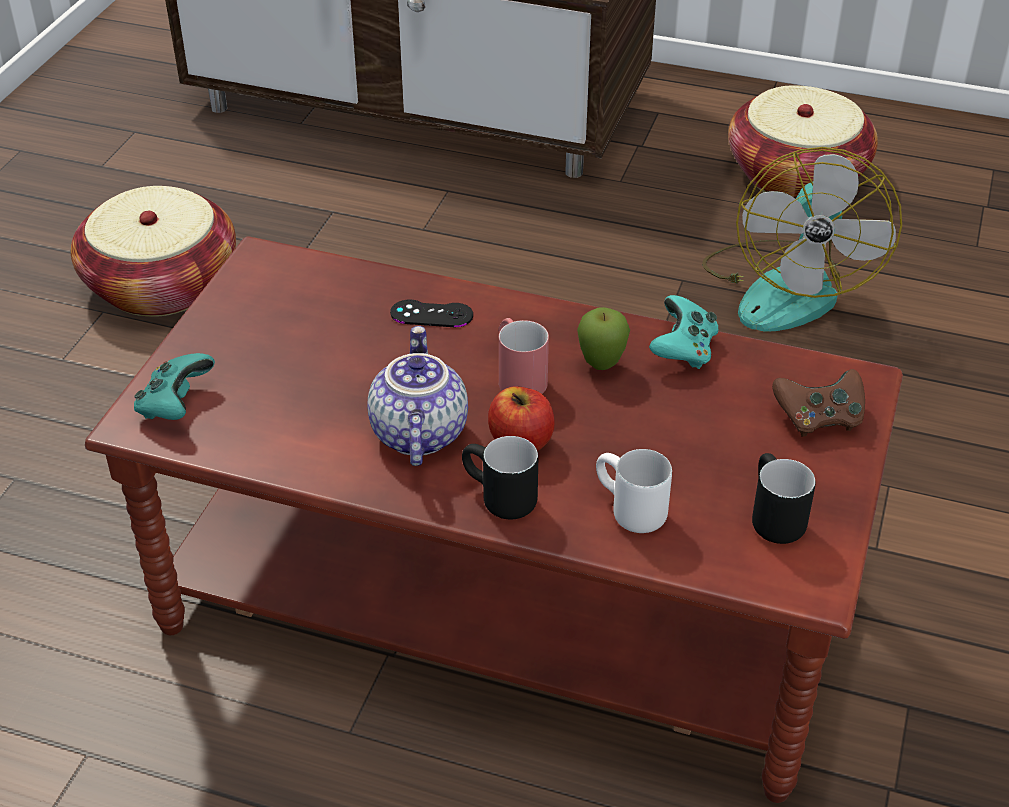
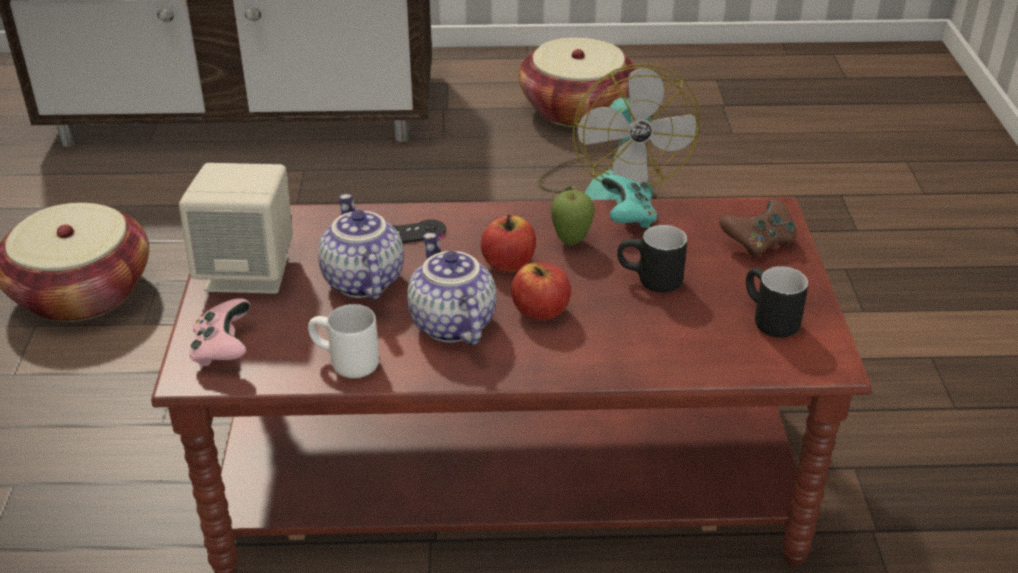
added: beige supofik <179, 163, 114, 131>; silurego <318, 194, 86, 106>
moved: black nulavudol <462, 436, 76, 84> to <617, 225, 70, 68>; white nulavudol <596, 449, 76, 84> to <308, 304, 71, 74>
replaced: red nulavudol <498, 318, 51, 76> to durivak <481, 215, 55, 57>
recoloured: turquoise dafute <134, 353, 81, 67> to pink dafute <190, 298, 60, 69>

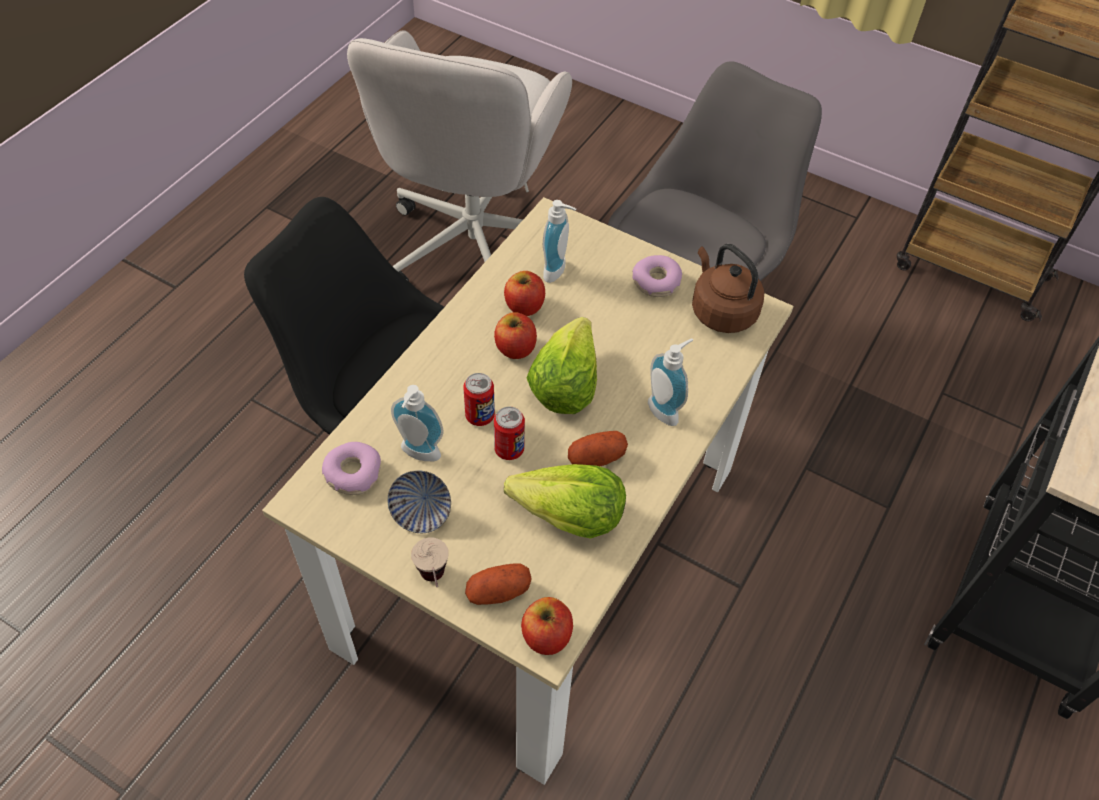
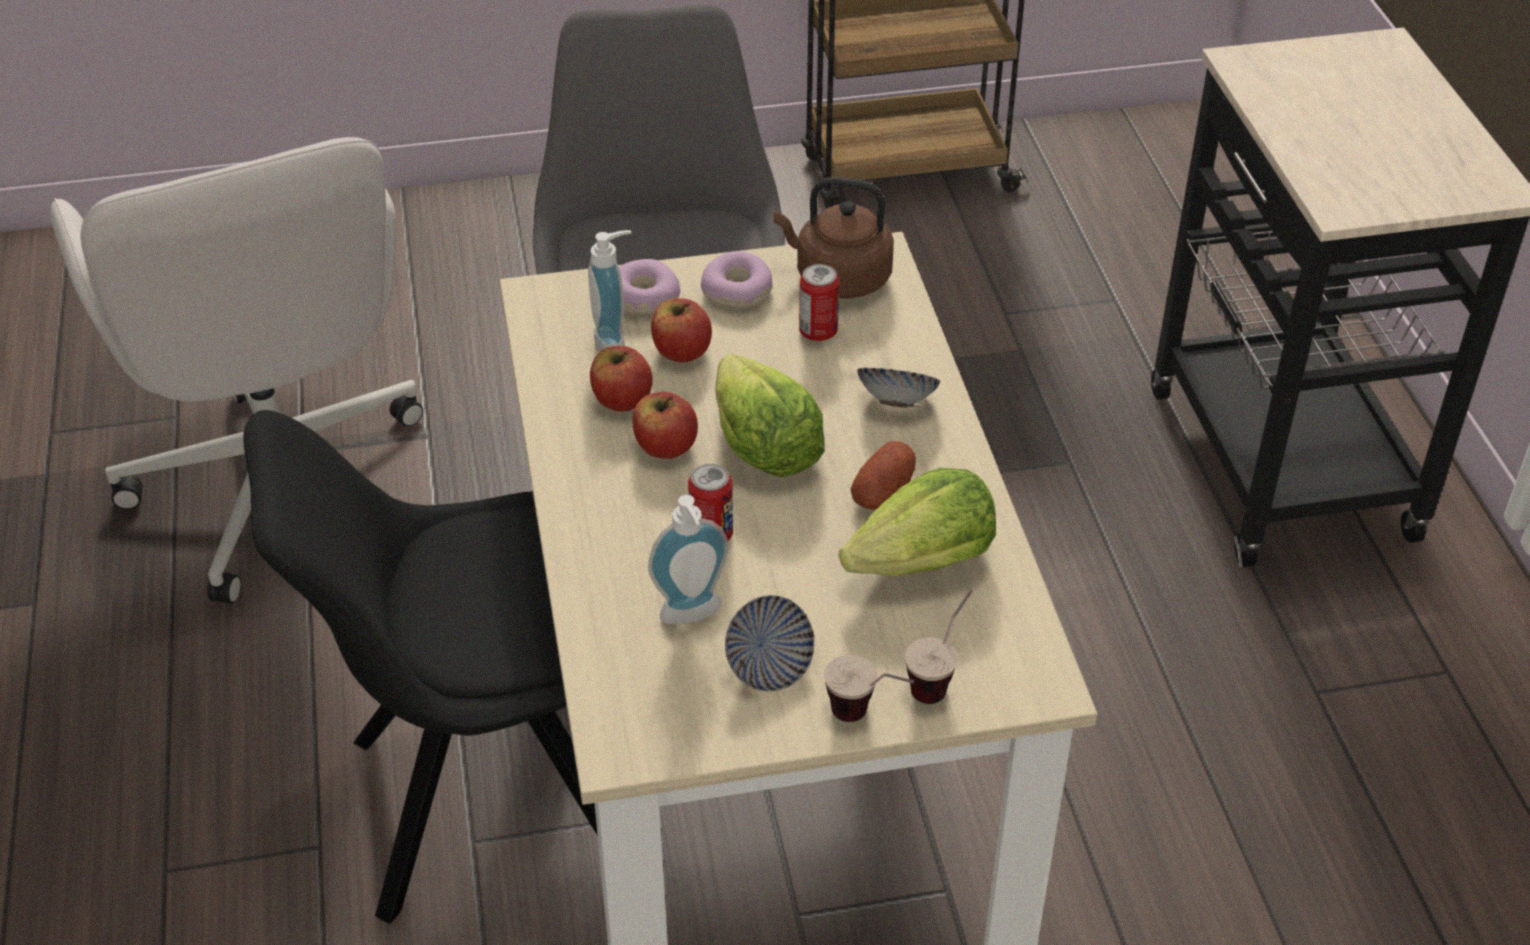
moved: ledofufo <322, 442, 59, 53> to <619, 259, 61, 56>; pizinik <494, 407, 31, 53> to <799, 264, 40, 77>; durivak <521, 597, 52, 58> to <651, 298, 61, 64>
replaced: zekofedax <465, 563, 67, 42> to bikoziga <905, 590, 67, 114>; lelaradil <648, 338, 45, 88> to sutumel <857, 368, 83, 40>

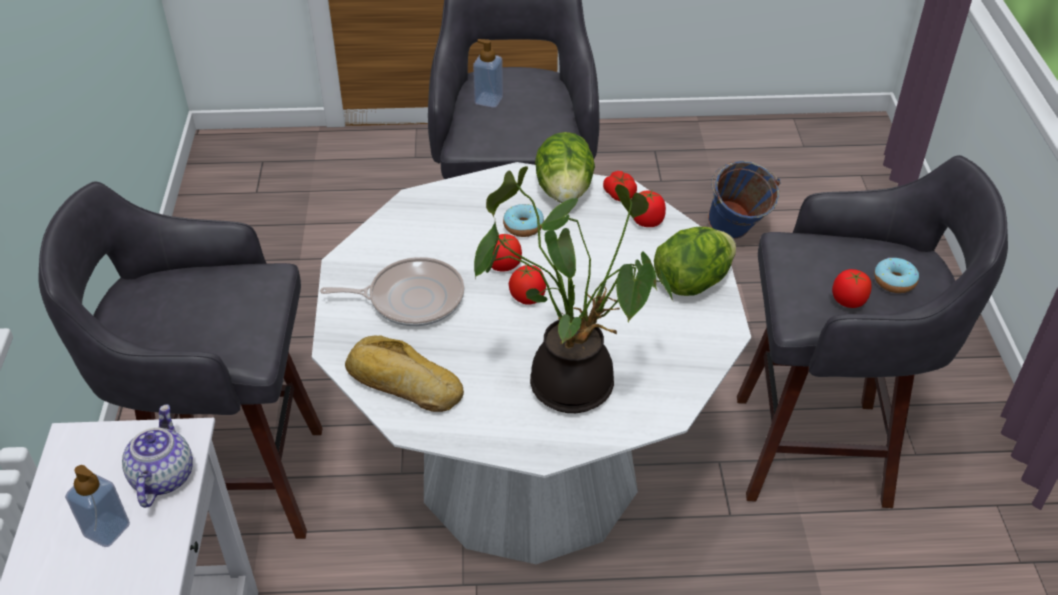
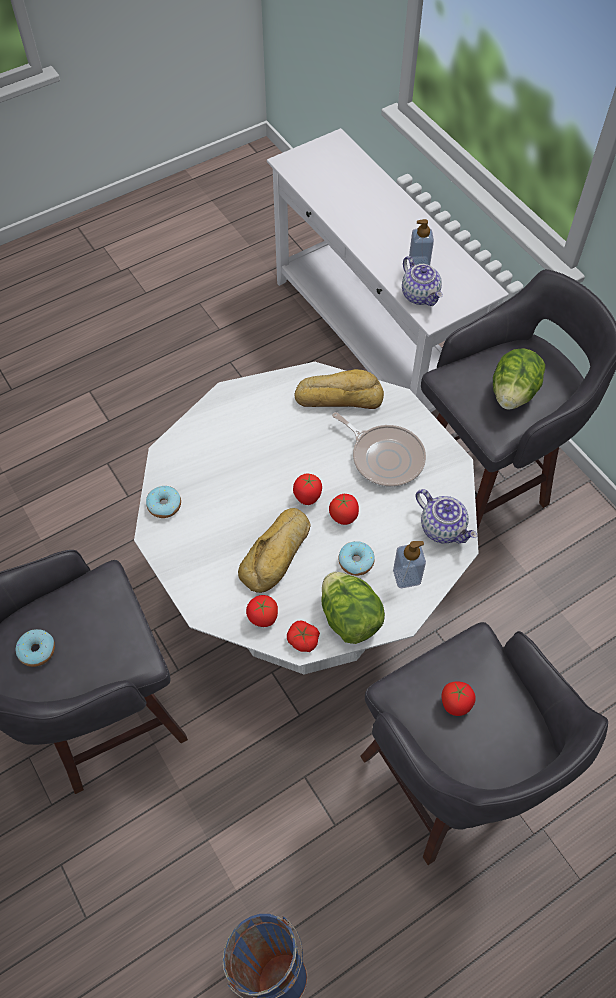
removed: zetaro <474, 166, 199, 247>
added: ledofufo <146, 486, 35, 32>; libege <238, 508, 73, 85>; silurego <415, 489, 62, 55>
moved: lelaradil <473, 39, 30, 69> to <393, 541, 33, 47>; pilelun <654, 227, 82, 69> to <493, 348, 52, 61>; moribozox <832, 269, 40, 39> to <442, 681, 34, 35>
turned: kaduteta <320, 257, 144, 69> = <332, 412, 94, 75> 105 degrees counterclockwise

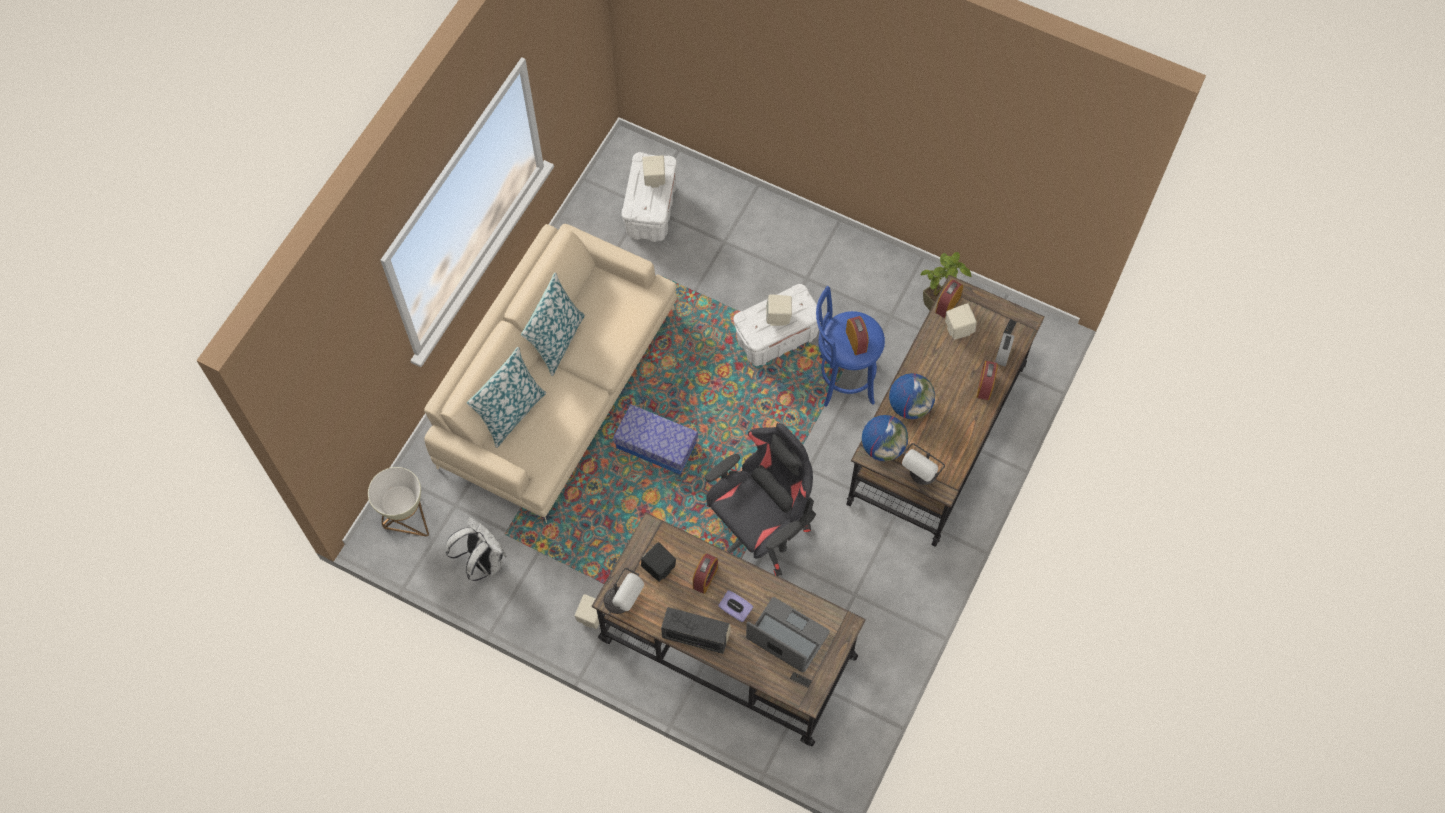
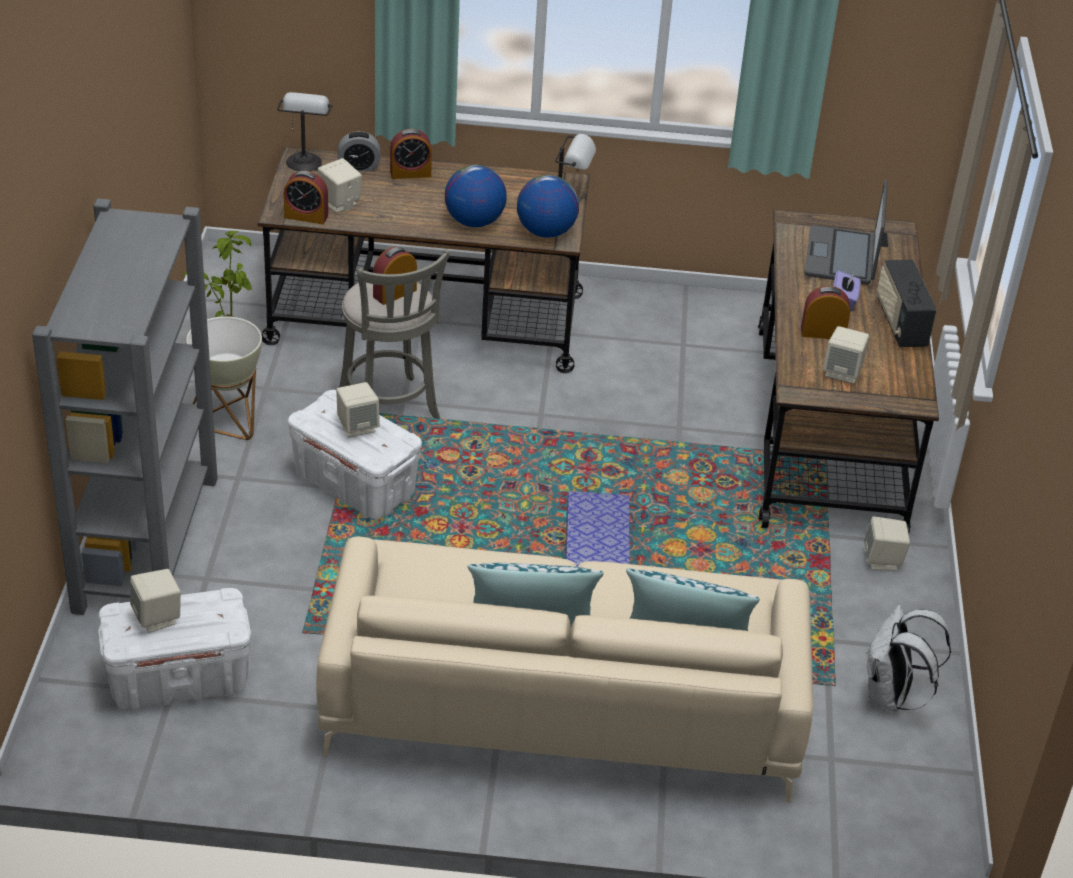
removed: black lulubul <705, 423, 111, 153>
added: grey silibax <32, 199, 186, 416>
moved: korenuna <368, 467, 61, 69> to <186, 316, 76, 124>; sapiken <604, 568, 40, 46> to <277, 92, 55, 79>
recoloured: black supofik <641, 542, 35, 40> to beige supofik <823, 326, 46, 58>; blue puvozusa <816, 286, 69, 121> to grey puvozusa <339, 249, 111, 170>

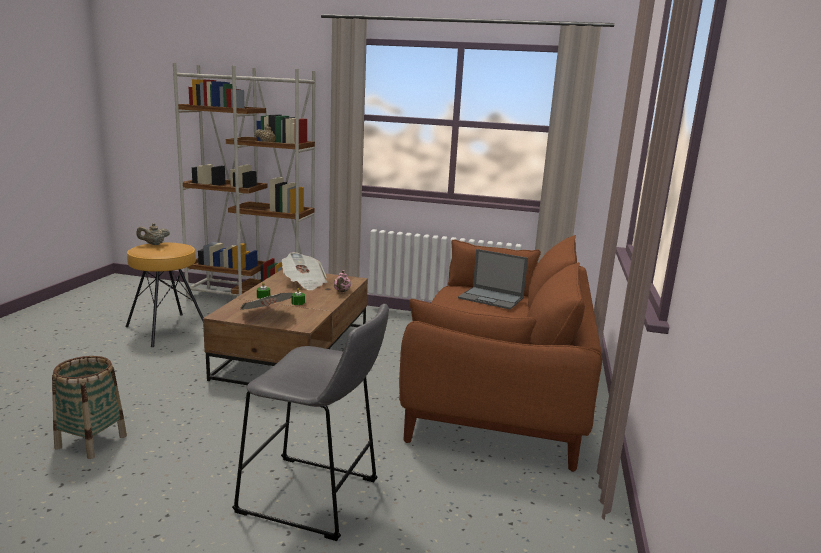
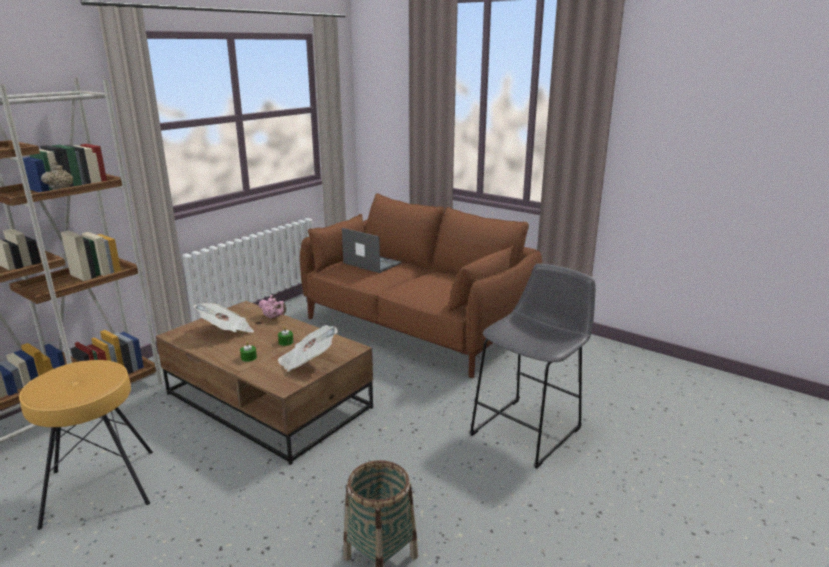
removed: beige silurego <137, 223, 33, 22>
turned: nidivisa <458, 249, 70, 60> = <342, 228, 60, 45> 105 degrees counterclockwise

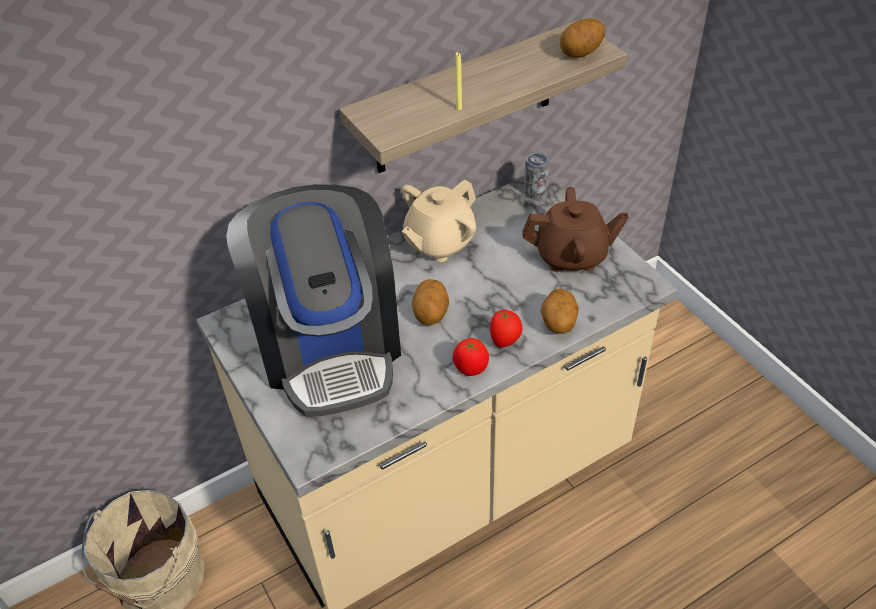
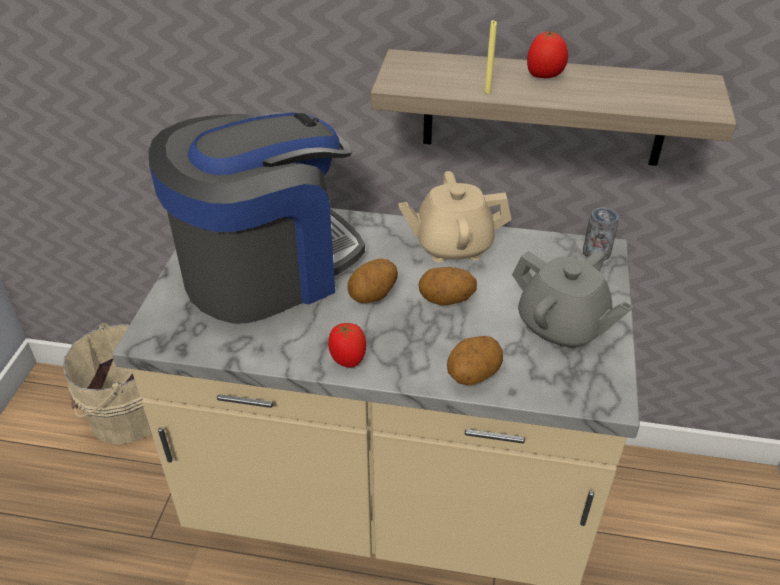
moved: moribozox <490, 310, 32, 37> to <527, 31, 41, 47>; zekofedax <560, 18, 46, 40> to <419, 267, 58, 38>
recoloured: brown silurego <522, 187, 107, 85> to grey silurego <512, 251, 121, 101>
turned: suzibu <226, 184, 175, 233> = <149, 112, 216, 212> 150 degrees counterclockwise

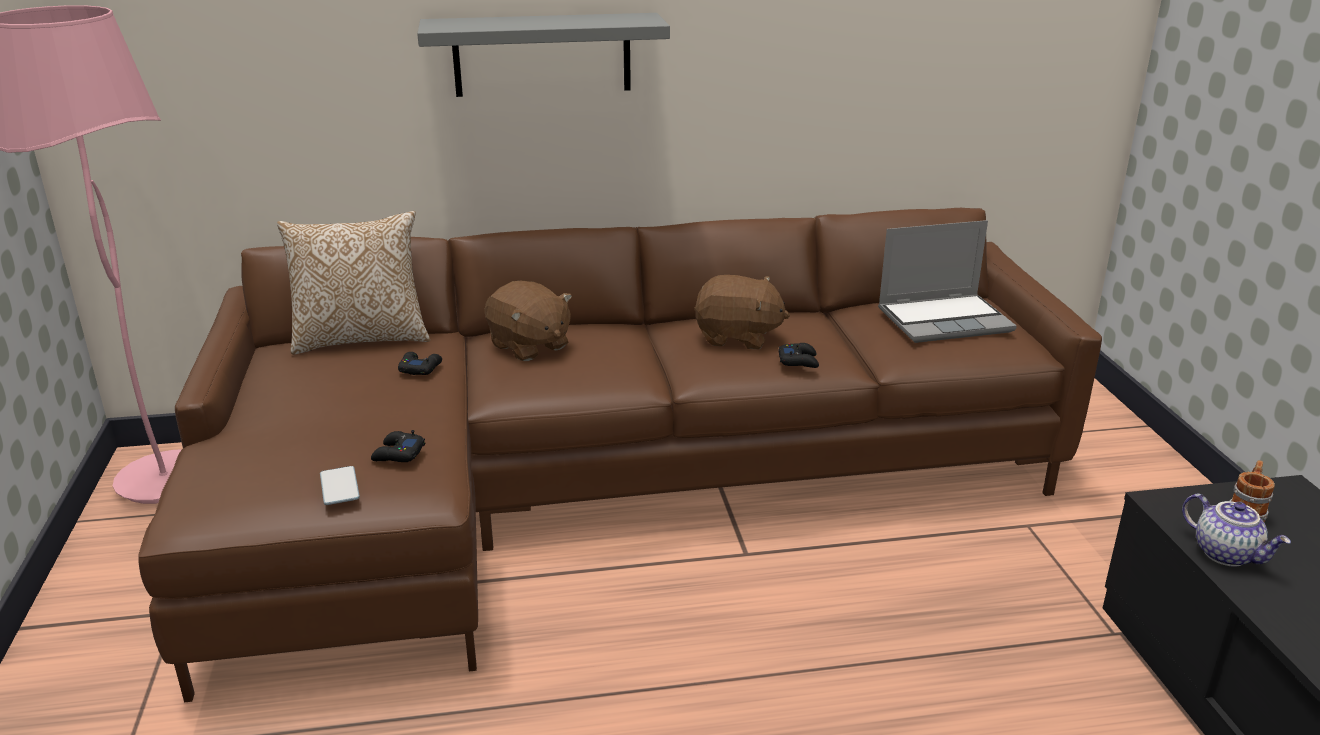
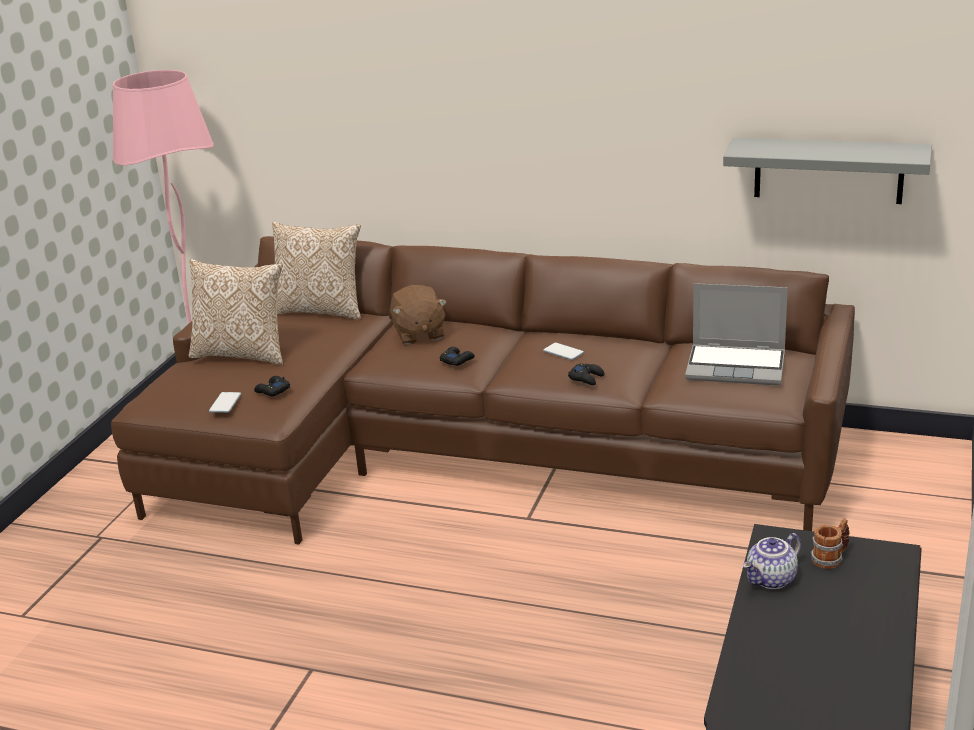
added: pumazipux <189, 259, 94, 106>
moved: black dafute <398, 352, 44, 23> to <440, 347, 35, 19>; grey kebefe <417, 13, 253, 84> to <723, 137, 209, 67>
replaced: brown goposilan <694, 275, 96, 74> to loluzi <543, 342, 41, 18>
turned: silurego <1182, 494, 109, 73> = <743, 533, 58, 56> 60 degrees clockwise

